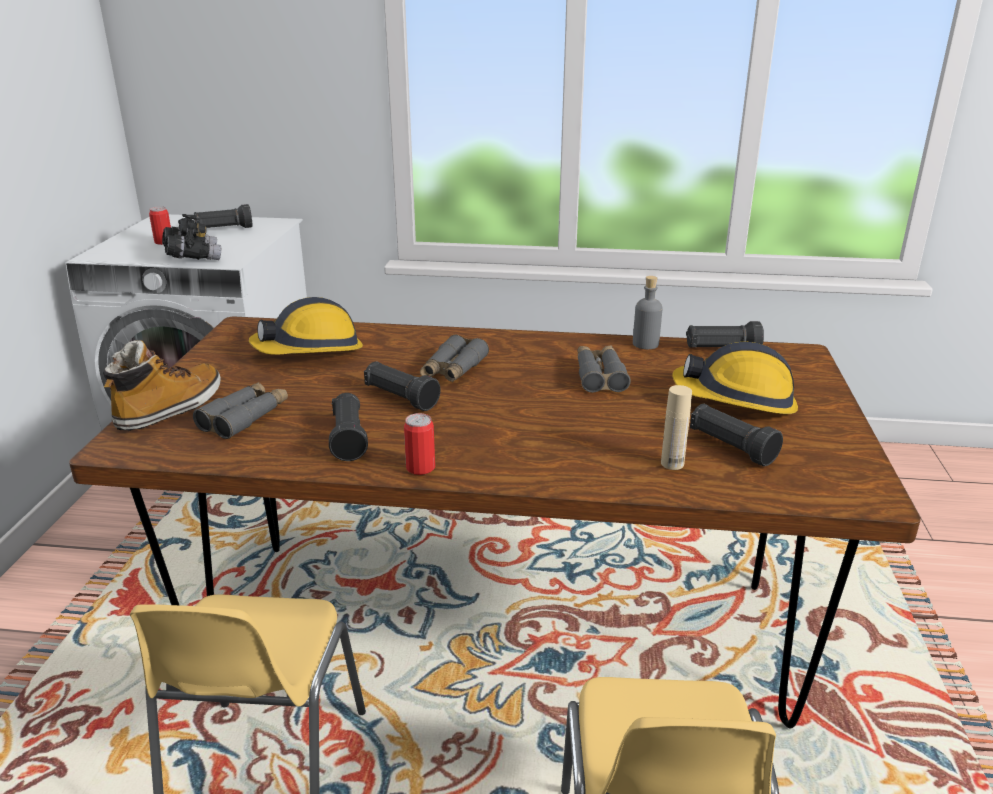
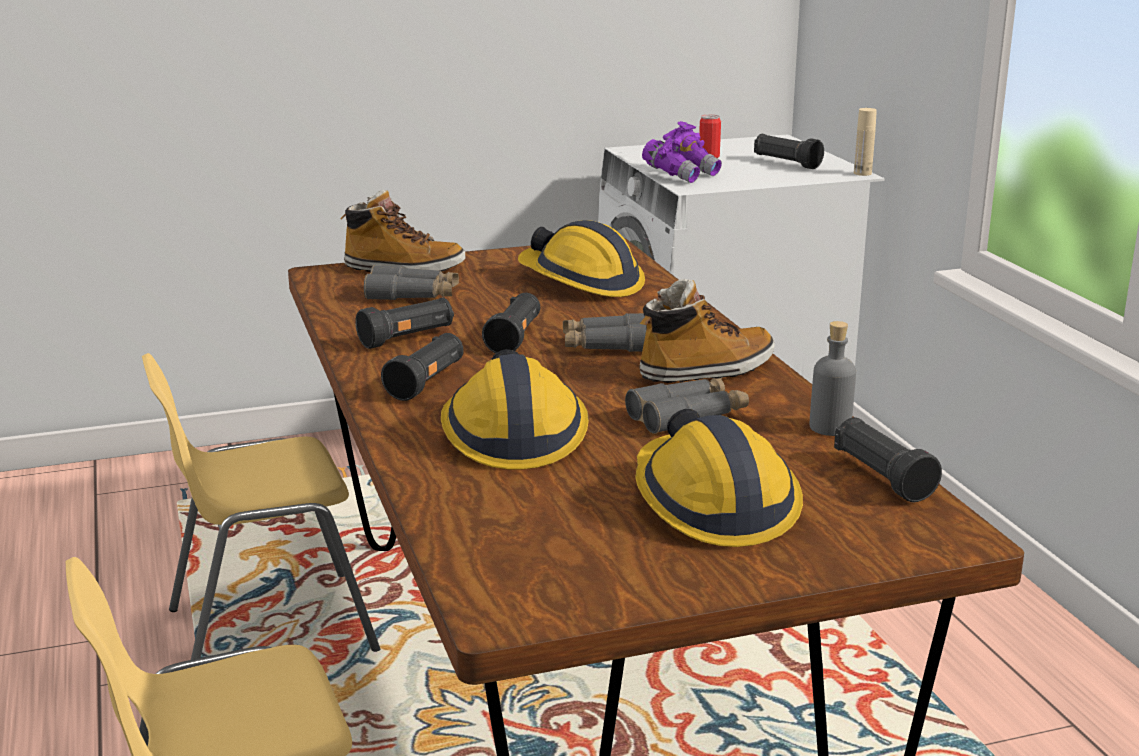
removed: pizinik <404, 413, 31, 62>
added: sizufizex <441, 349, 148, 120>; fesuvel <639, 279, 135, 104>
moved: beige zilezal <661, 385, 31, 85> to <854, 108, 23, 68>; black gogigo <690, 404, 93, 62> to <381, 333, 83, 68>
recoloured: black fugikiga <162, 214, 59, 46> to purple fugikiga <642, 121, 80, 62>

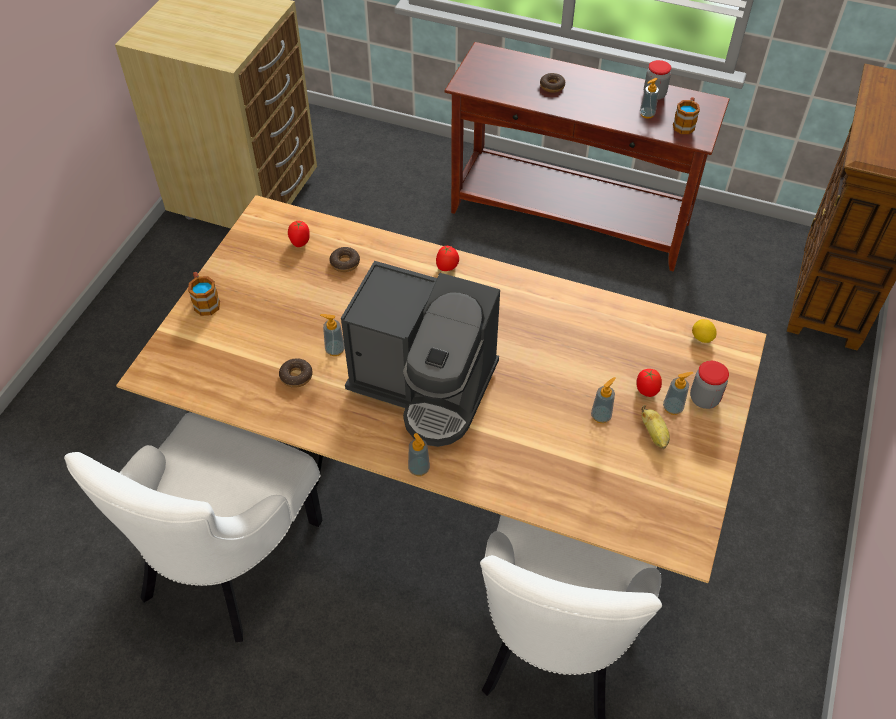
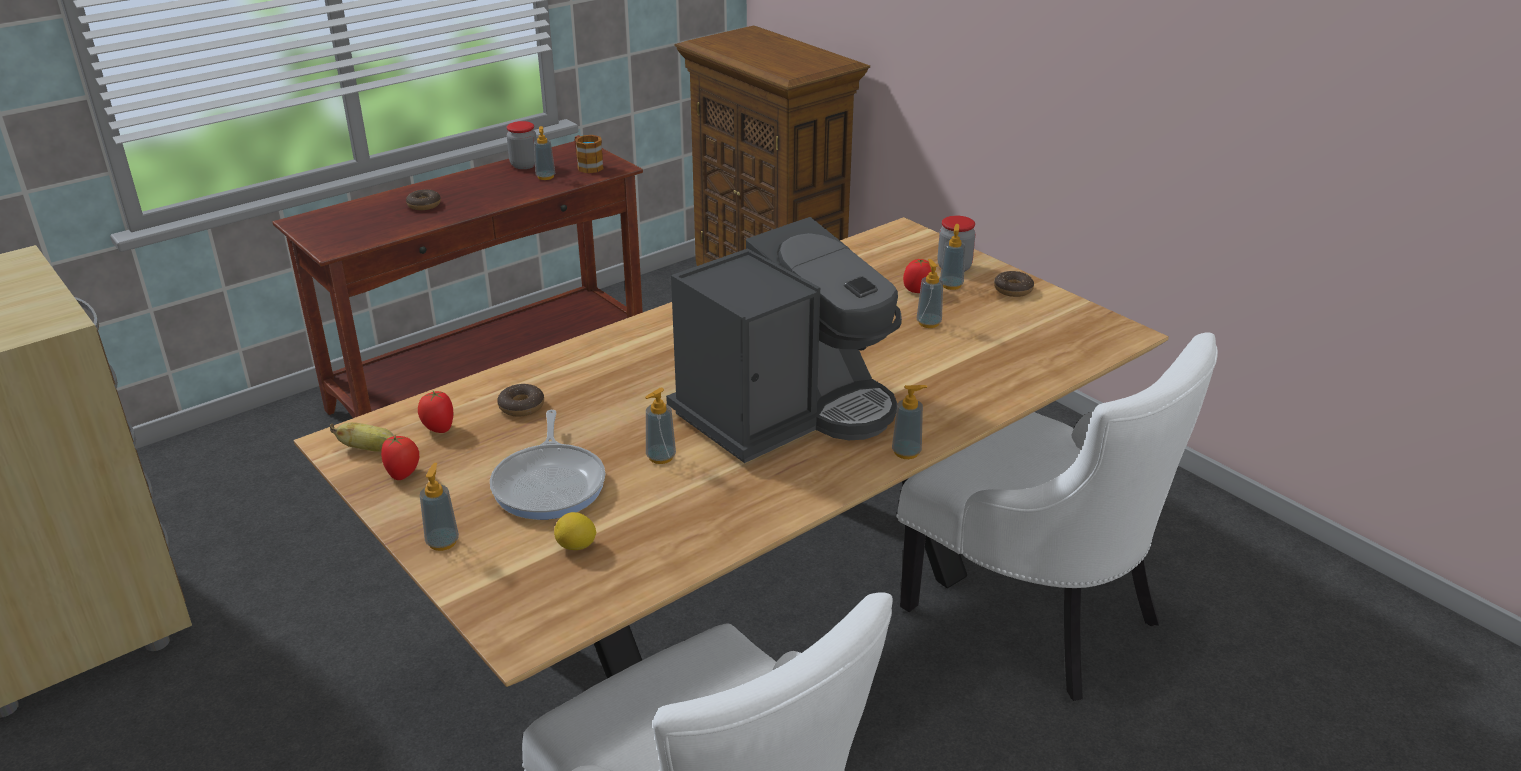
added: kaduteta <490, 410, 116, 110>
moved: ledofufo <279, 358, 34, 30> to <994, 271, 40, 26>; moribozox <436, 246, 23, 25> to <381, 435, 38, 45>; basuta <641, 405, 29, 44> to <330, 422, 64, 30>; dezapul <692, 319, 25, 24> to <554, 512, 42, 38>
replaced: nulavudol <188, 272, 32, 44> to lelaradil <420, 463, 39, 88>

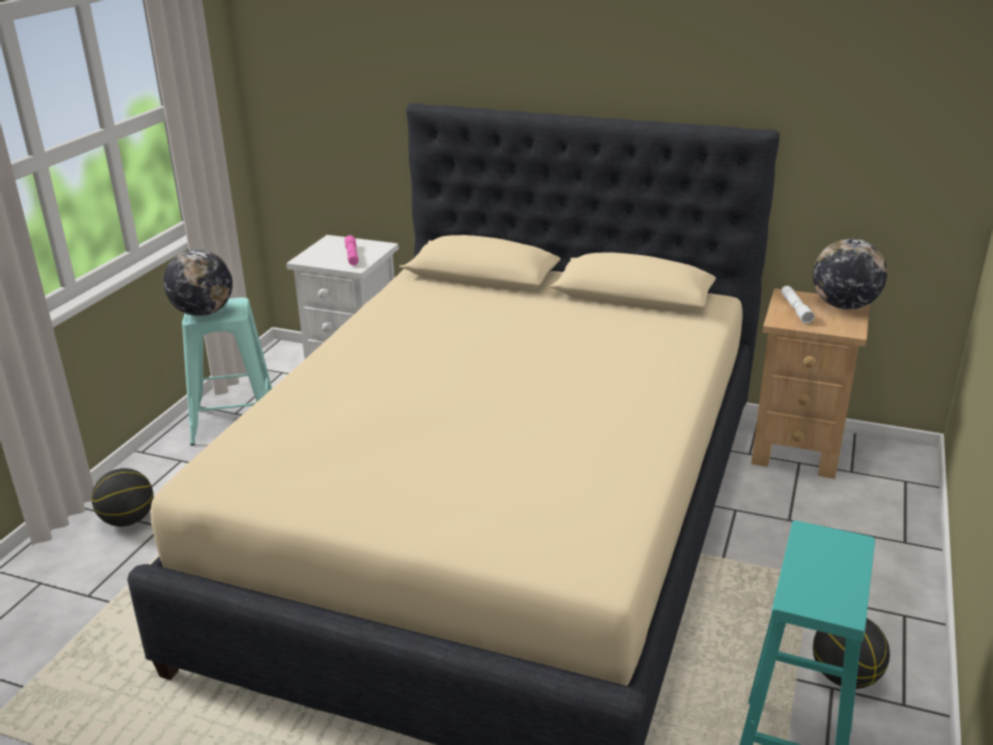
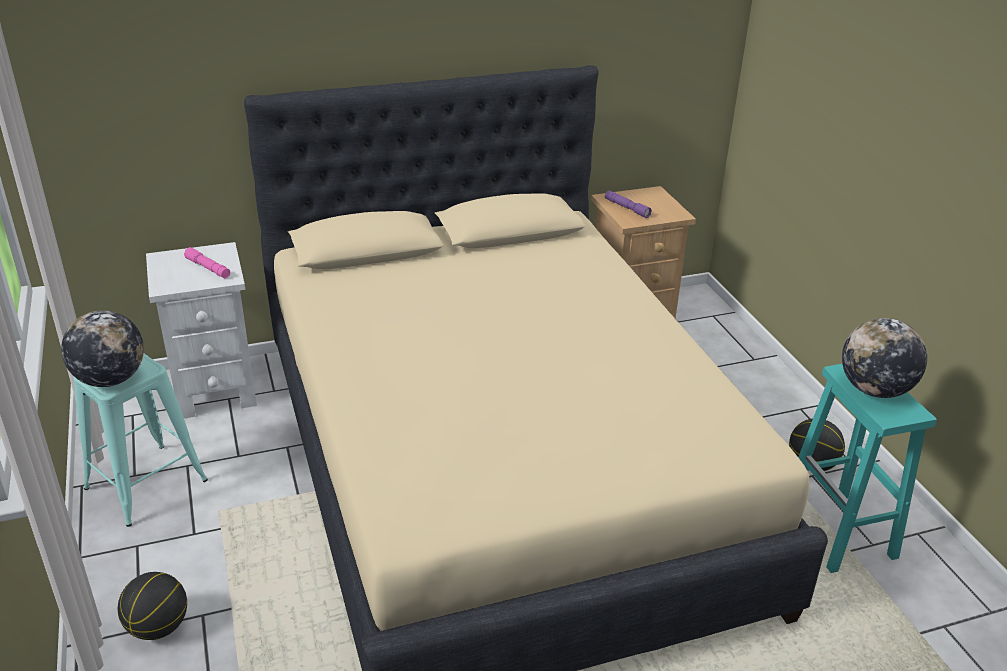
moved: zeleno <813, 239, 74, 71> to <842, 318, 85, 80>
recoloured: white gogigo <781, 286, 34, 38> to purple gogigo <605, 190, 47, 28>

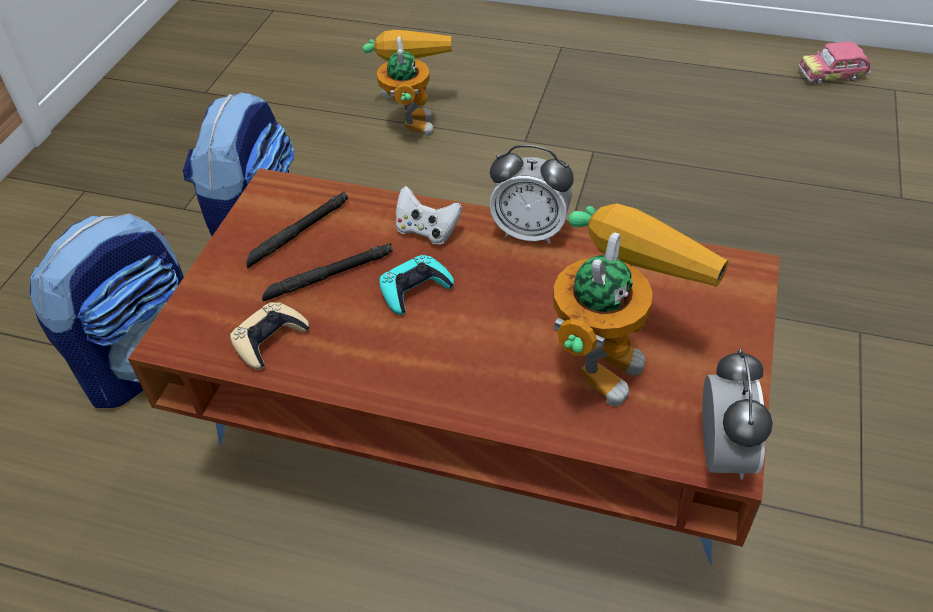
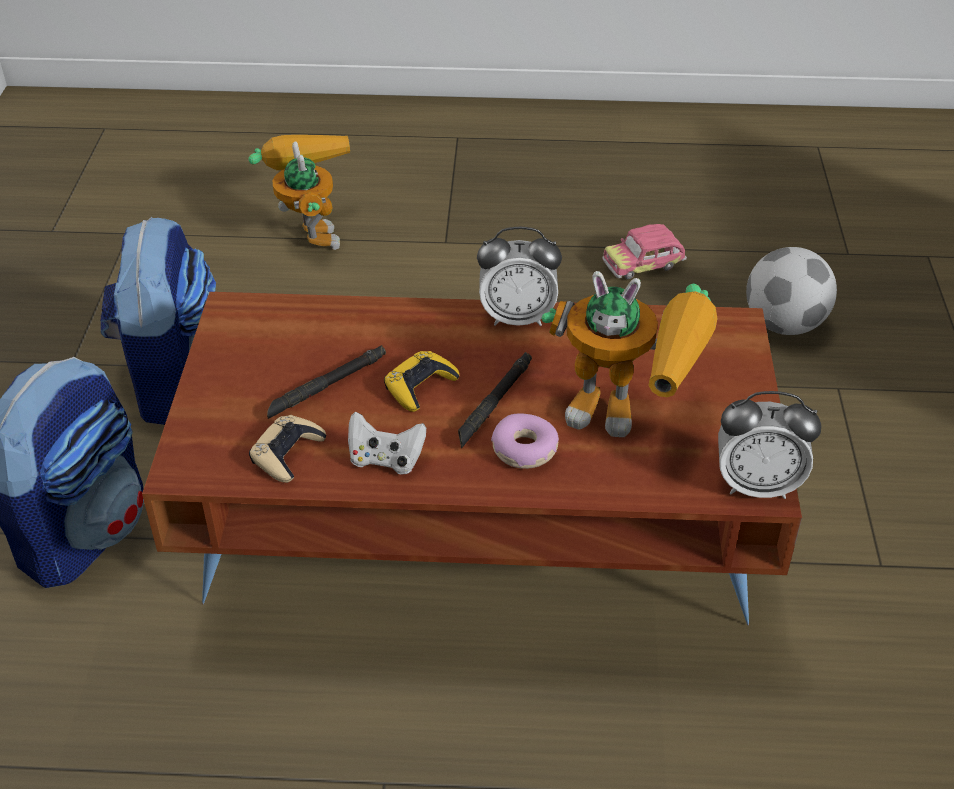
added: ledofufo <491, 413, 68, 56>; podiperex <746, 247, 91, 88>
moved: black gogigo <246, 192, 102, 76> to <458, 352, 74, 96>; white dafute <396, 186, 66, 59> to <348, 412, 78, 63>; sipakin <799, 41, 72, 43> to <602, 224, 85, 56>
recoloured: turquoise dafute <379, 255, 75, 60> to yellow dafute <384, 351, 75, 61>
turned: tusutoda <553, 203, 176, 203> = <542, 271, 176, 166> 90 degrees clockwise; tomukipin <702, 349, 71, 131> = <718, 391, 103, 108> 105 degrees clockwise

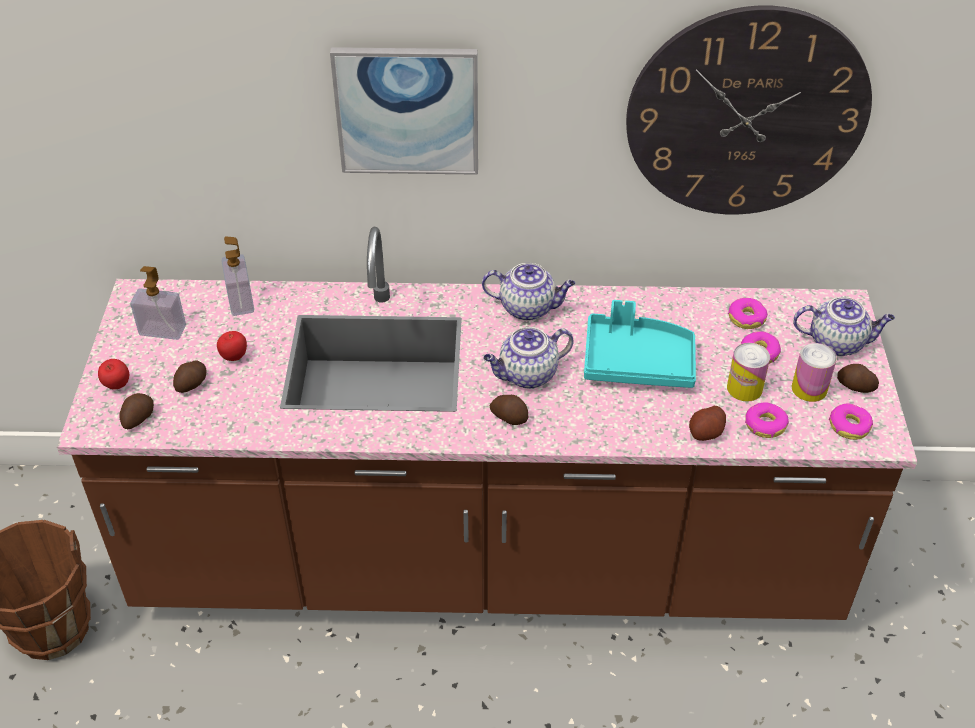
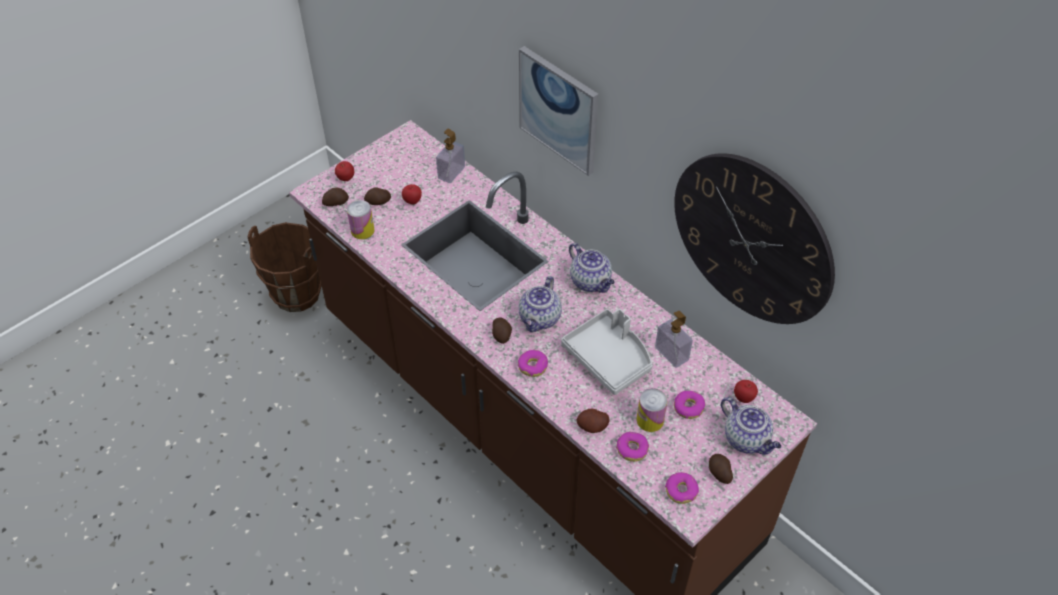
added: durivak <734, 380, 24, 23>
moved: lelaradil <131, 266, 55, 74> to <655, 311, 38, 57>; ledofufo <728, 298, 40, 31> to <518, 350, 30, 27>; pizinik <791, 343, 46, 59> to <347, 200, 28, 39>
recoloured: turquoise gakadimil <584, 300, 112, 88> to grey gakadimil <561, 309, 92, 86>
turned: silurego <483, 327, 91, 62> = <518, 276, 44, 56> 90 degrees counterclockwise

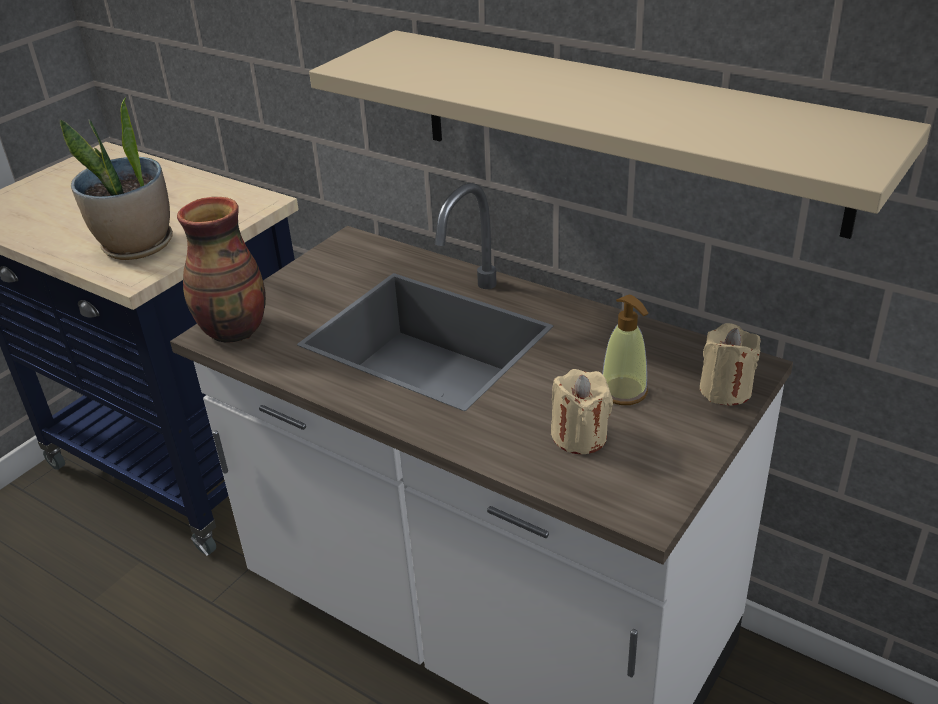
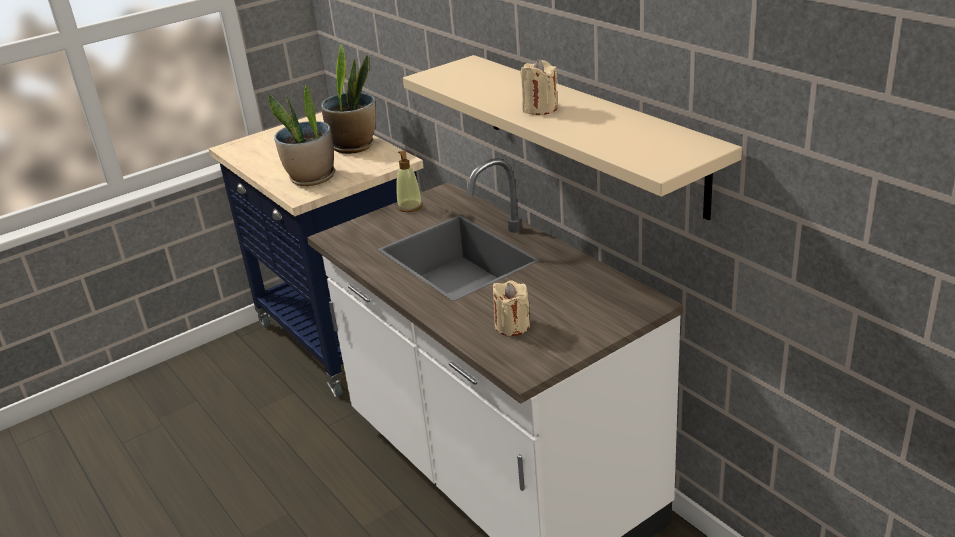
removed: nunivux <177, 197, 89, 146>
added: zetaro <321, 44, 55, 110>
moved: lelaradil <602, 295, 46, 110> to <396, 150, 27, 62>; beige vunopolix <700, 323, 61, 82> to <520, 59, 37, 56>

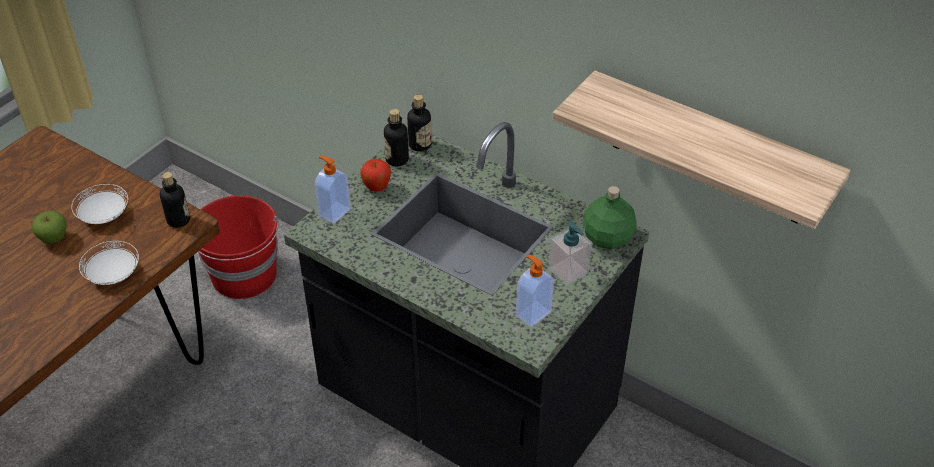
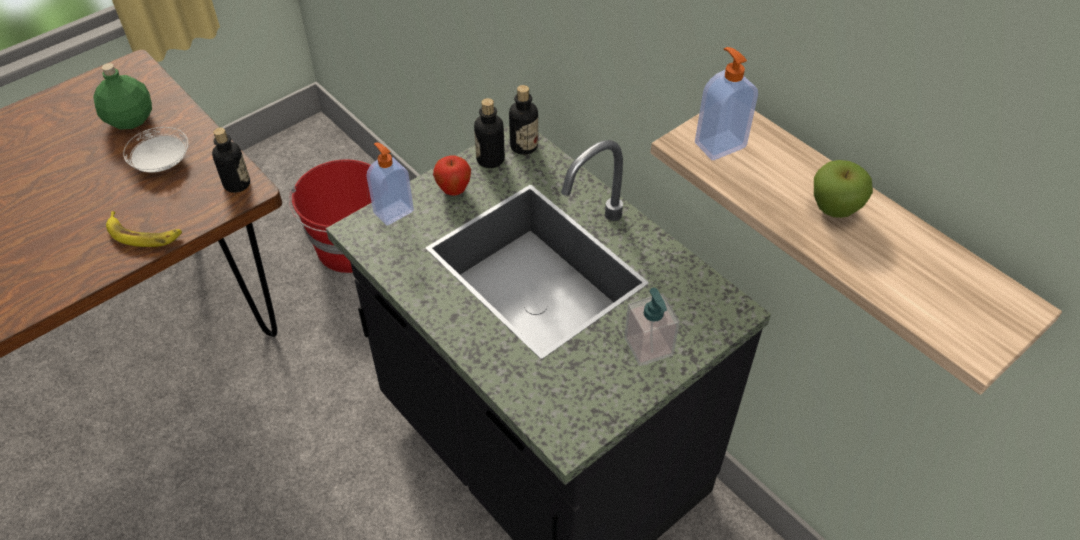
moved: durivak <32, 211, 35, 33> to <814, 160, 59, 58>; lelaradil <516, 255, 38, 72> to <695, 47, 63, 113>; green zilezal <583, 186, 53, 63> to <93, 63, 59, 66>
replaced: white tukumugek <79, 241, 60, 44> to basuta <106, 211, 76, 36>

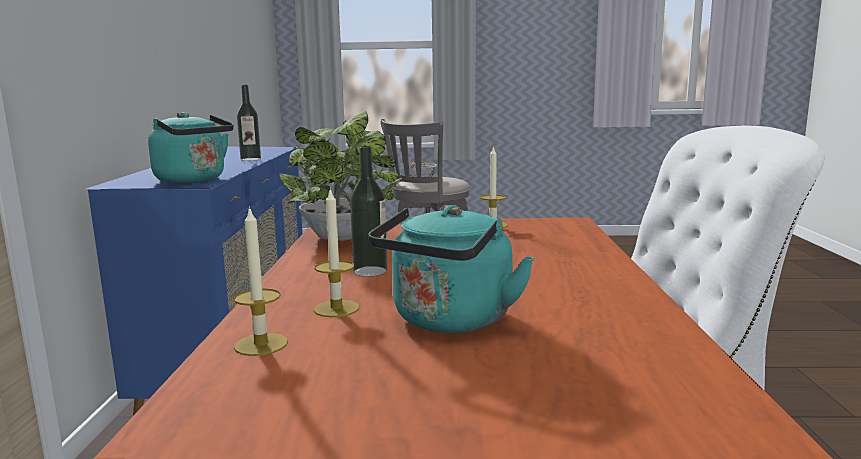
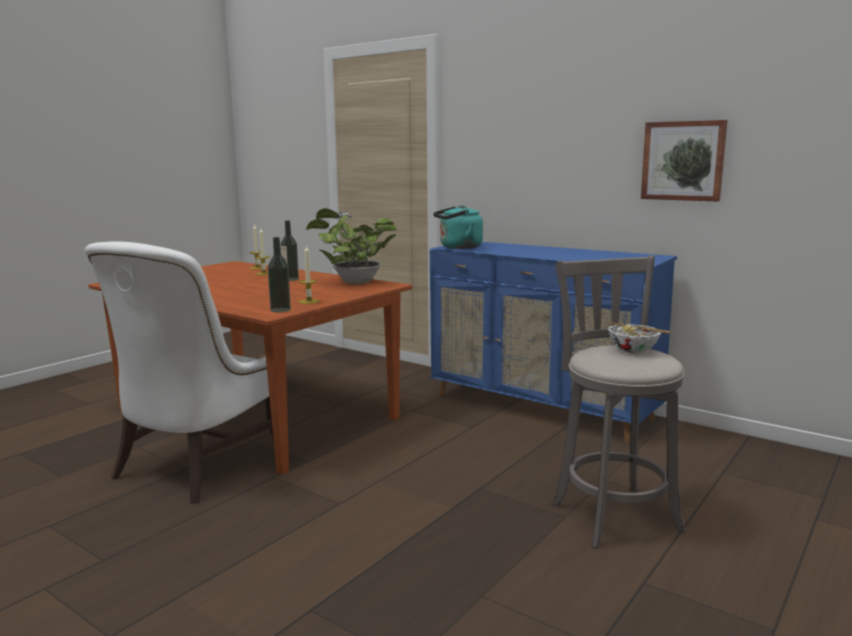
removed: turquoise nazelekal <369, 205, 165, 128>
added: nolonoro <641, 120, 87, 82>
moved: zilezal <237, 85, 24, 76> to <268, 237, 23, 75>

